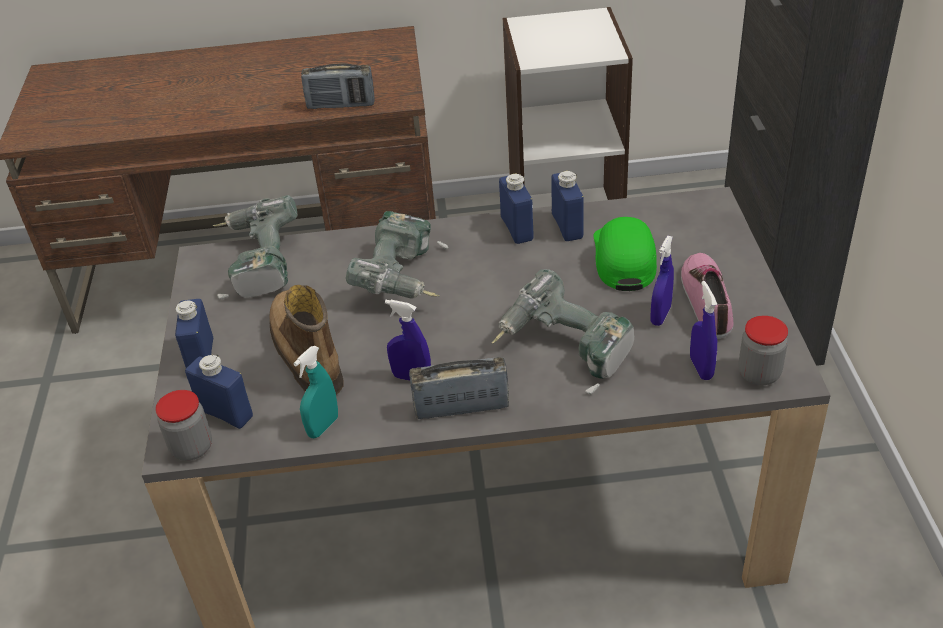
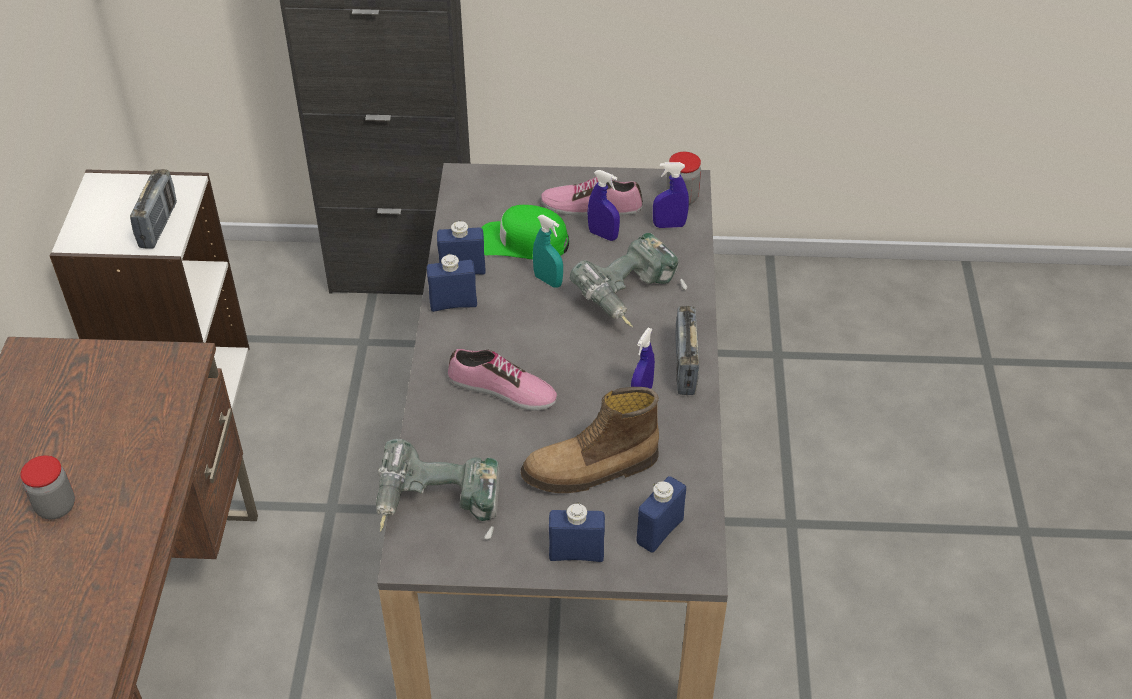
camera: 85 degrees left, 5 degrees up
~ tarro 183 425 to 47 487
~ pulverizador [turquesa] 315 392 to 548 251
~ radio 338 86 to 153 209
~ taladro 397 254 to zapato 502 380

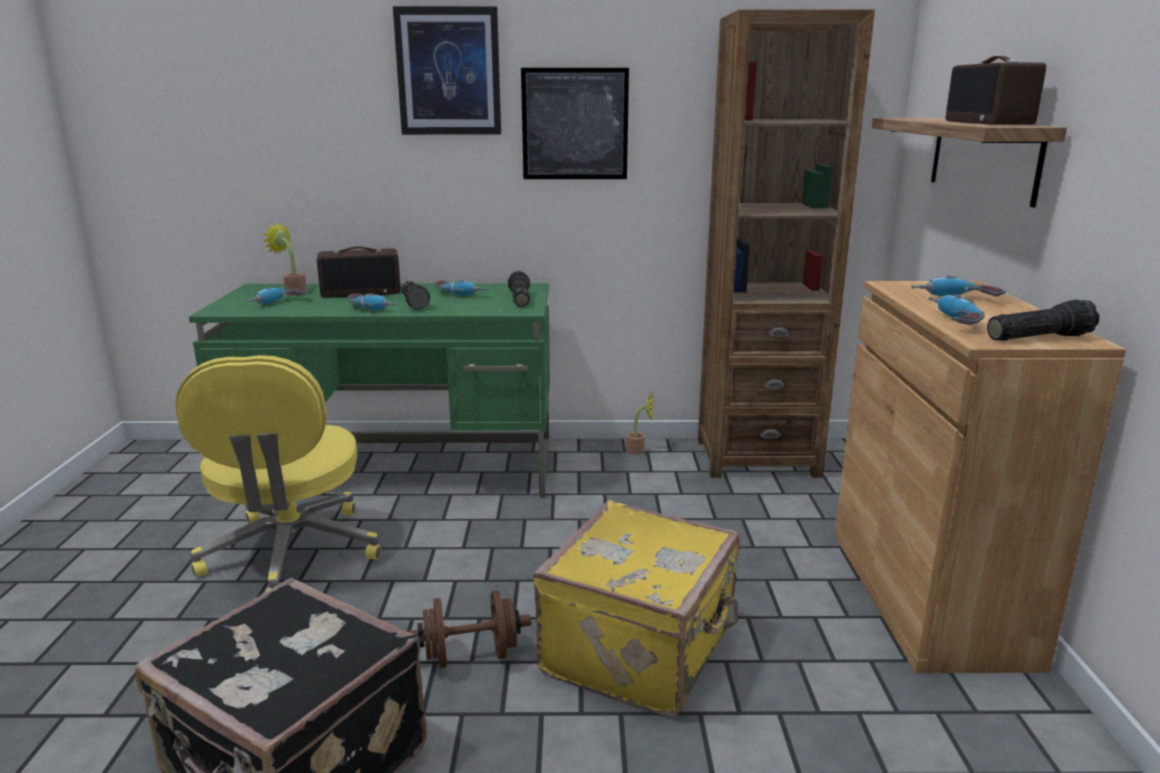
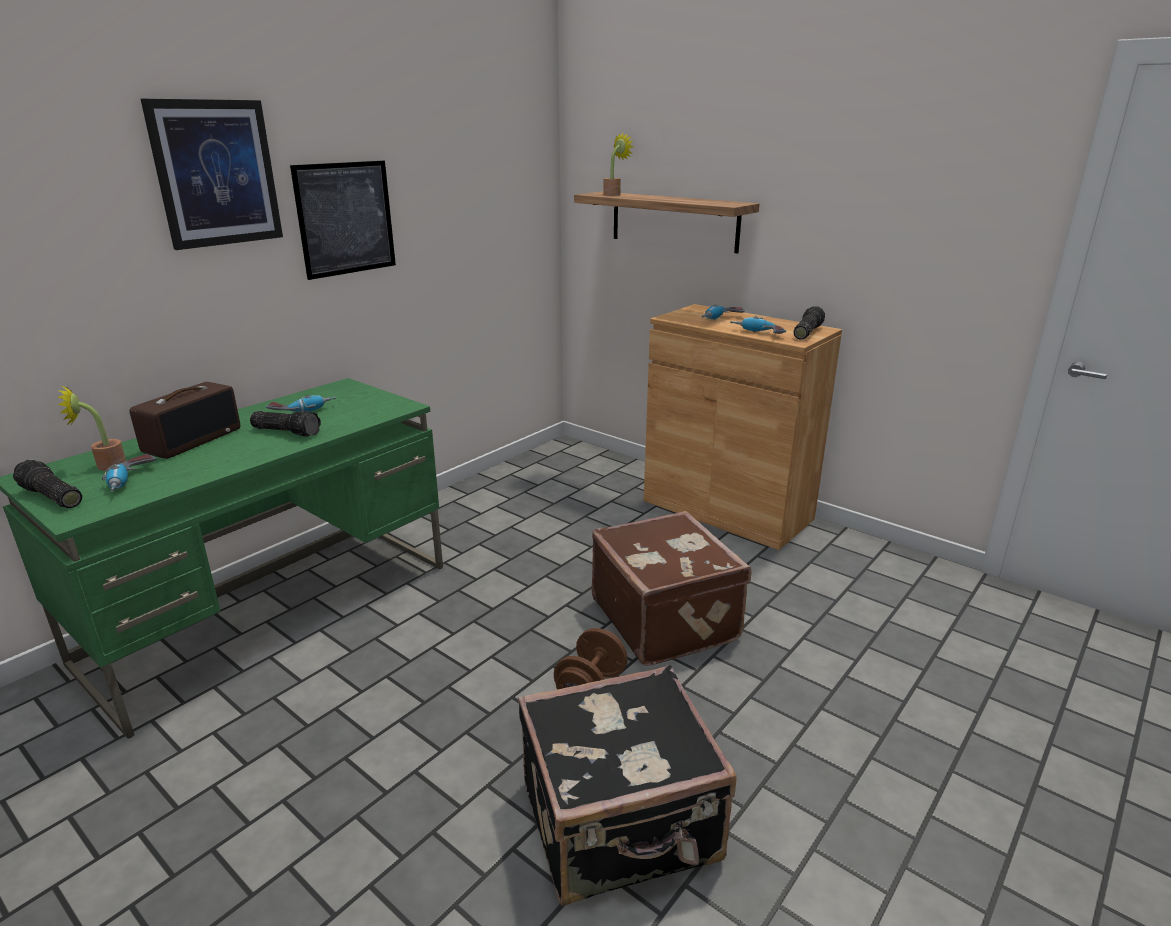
camera: 50 degrees left, 5 degrees up
- silla de oficina [amarillo] 278 473
- taladro 373 302
- estantería [marrón] 786 243
- radio 996 90
~ linterna 519 289 to 47 484
~ planta en maceta 640 424 to 618 164
~ maleta [amarillo] 636 608 to maleta [marrón] 671 588

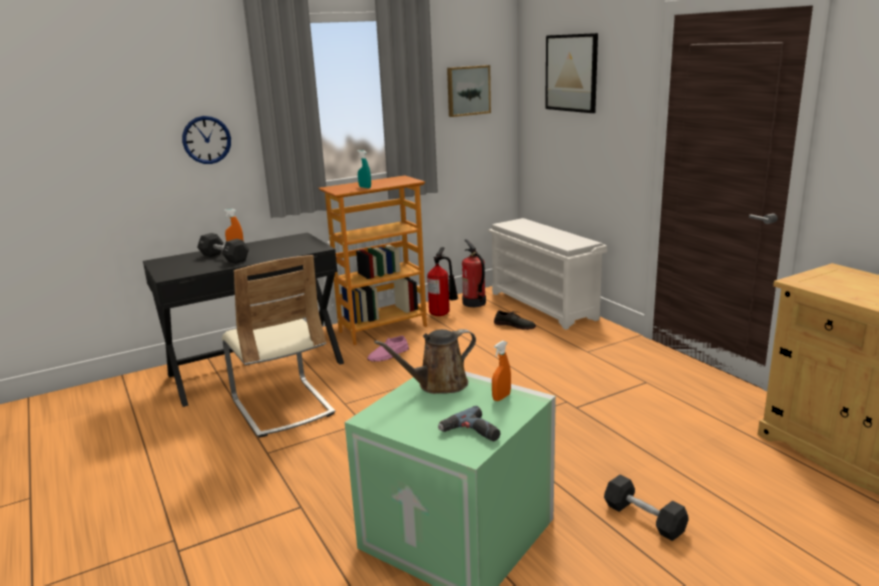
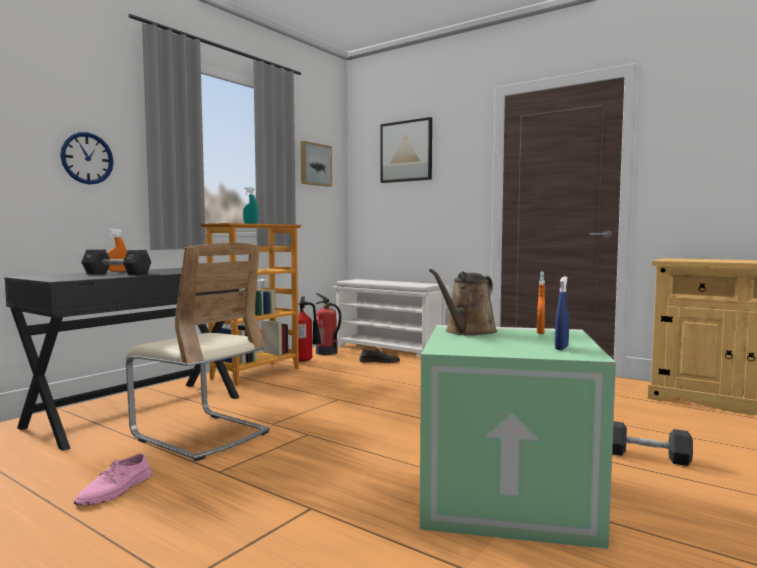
camera: 25 degrees left, 15 degrees down
~ zapato [rosa] 388 349 to 113 480
~ taladro 469 423 to pulverizador [azul] 562 313

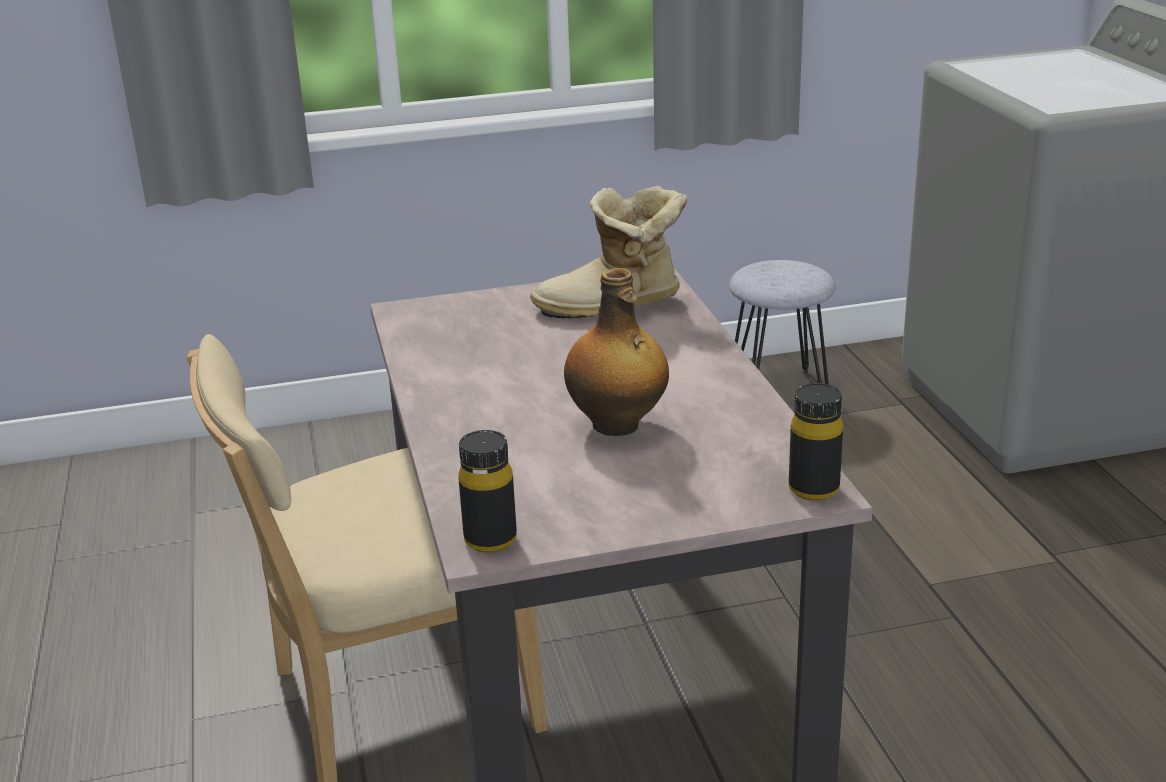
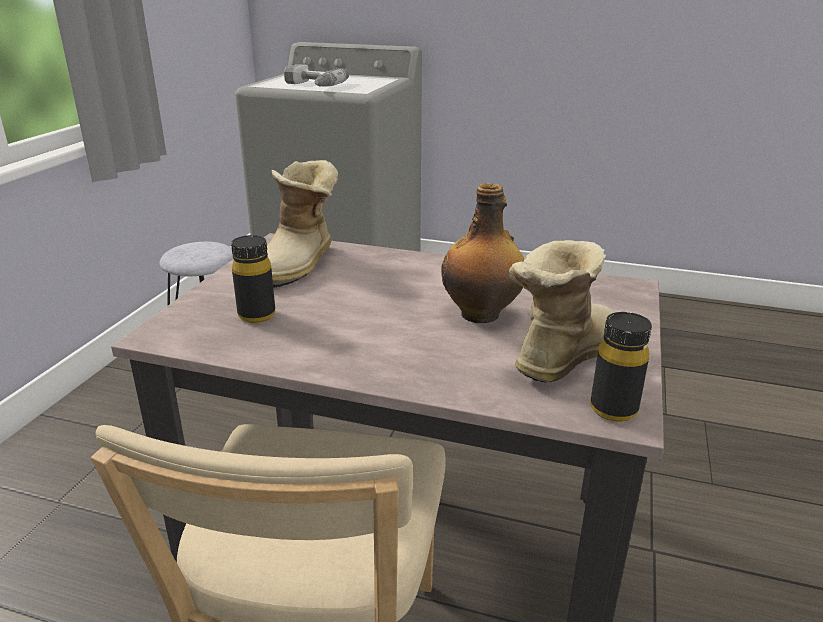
camera: 60 degrees left, 0 degrees up
+ taladro 316 75
+ bota 561 311
~ botella [negro] 816 442 to 253 279

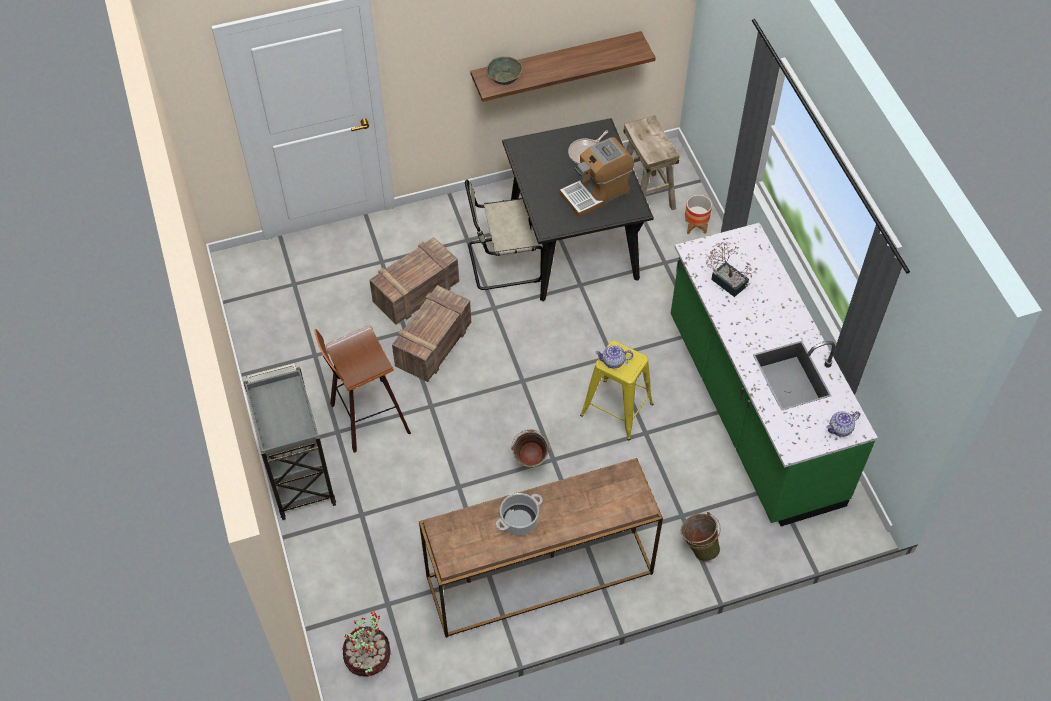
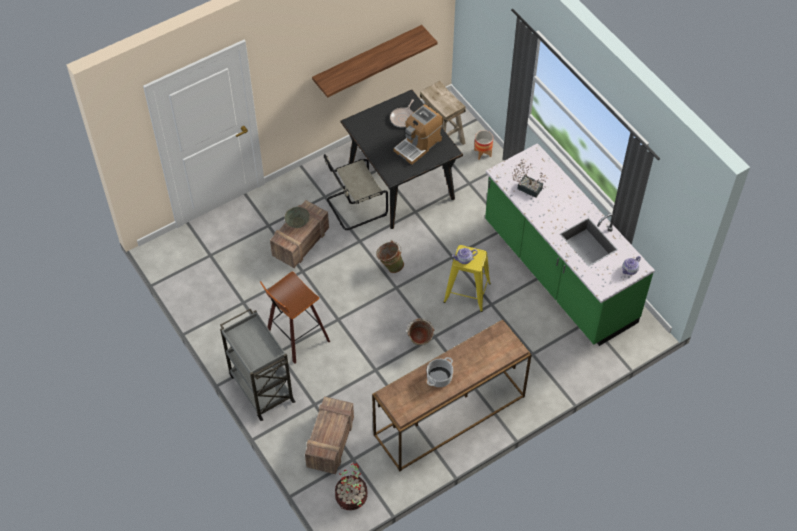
camera: 15 degrees left, 0 degrees up
~ caja de embalaje 431 333 to 329 435
~ cuenco [gris] 504 70 to 297 217
~ cubo [verde] 701 536 to 390 256

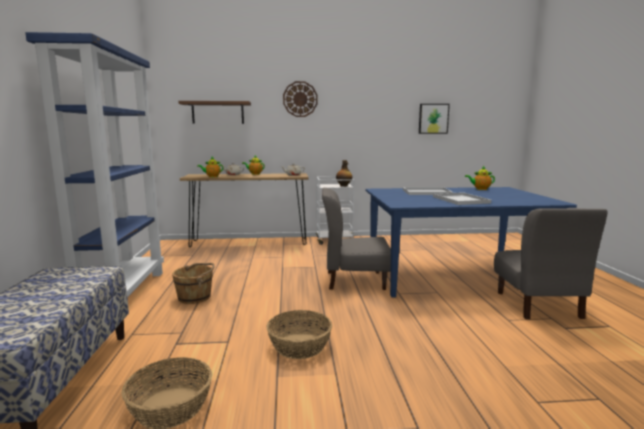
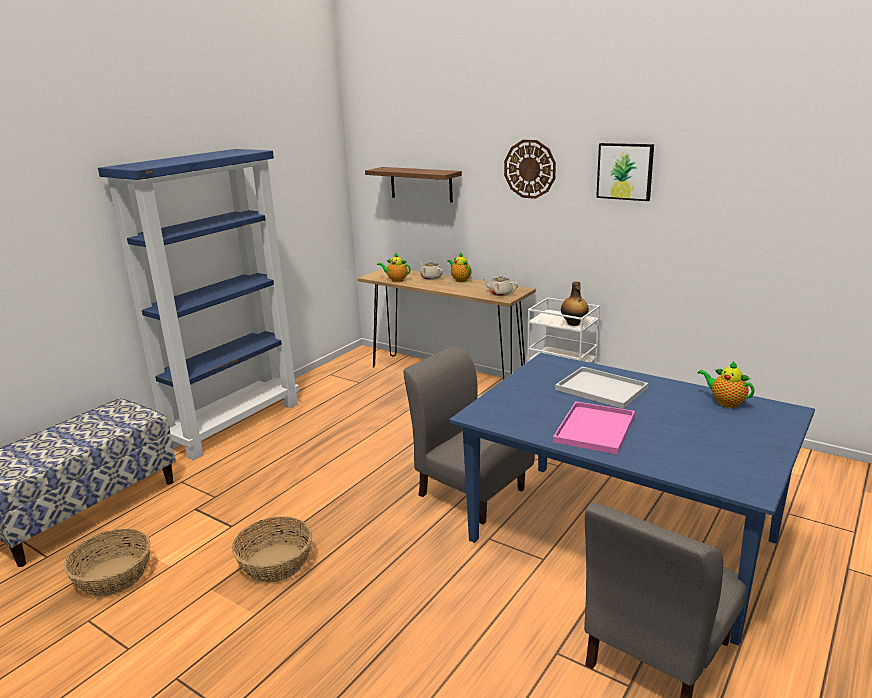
camera: 40 degrees right, 10 degrees up
- cubo [marrón] 193 283
~ cuadro 434 119 to 625 172
~ bandeja [blanco] 462 198 to bandeja [rosa] 594 428

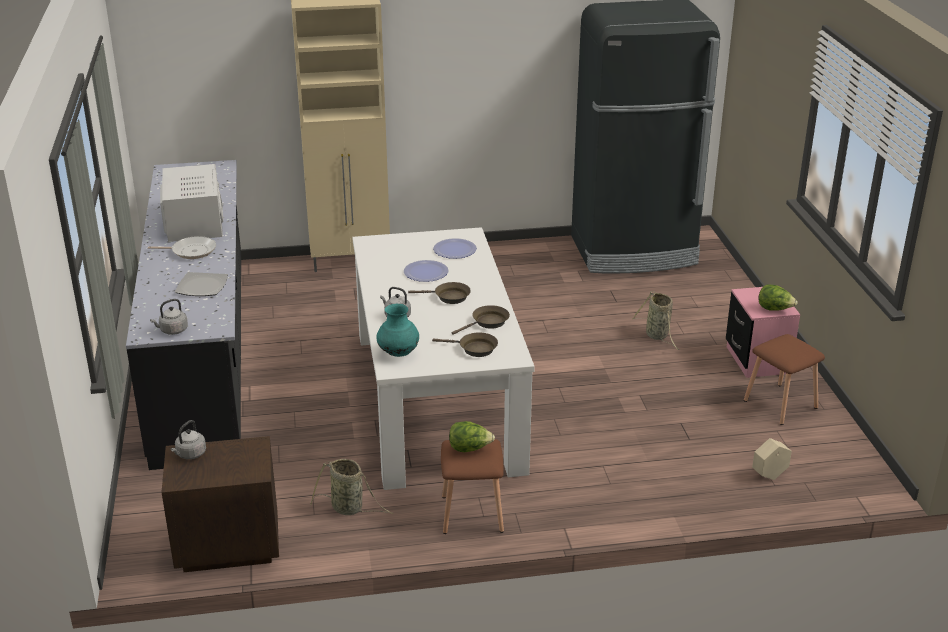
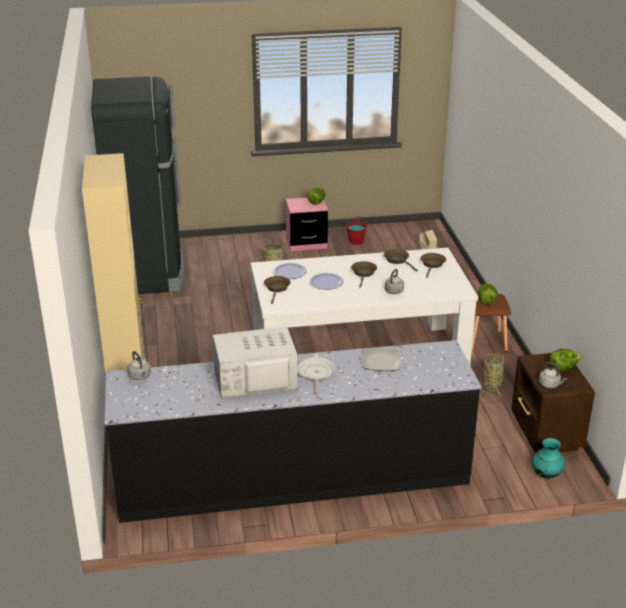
camera: 90 degrees left, 0 degrees up
+ sartén [marrón] 277 290
+ lechuga 565 359
~ hervidor [gris] 169 317 to 139 365
~ florero [turquesa] 397 330 to 548 458
~ taburete [marrón] 784 379 to cubo [rojo] 356 230

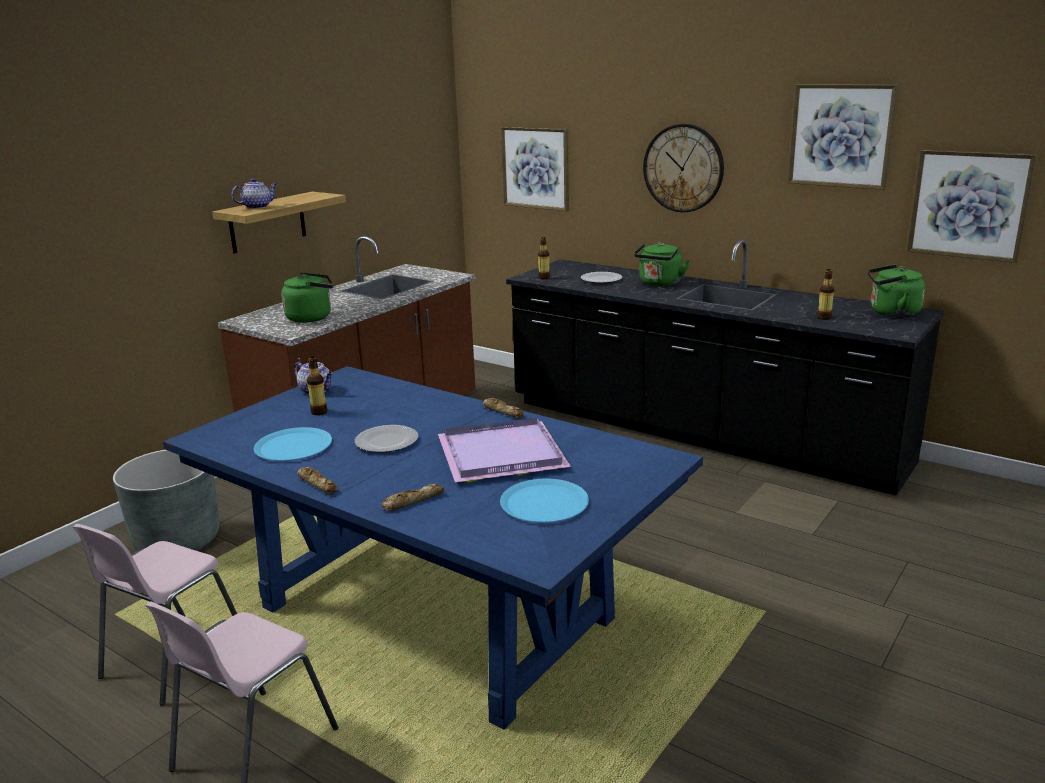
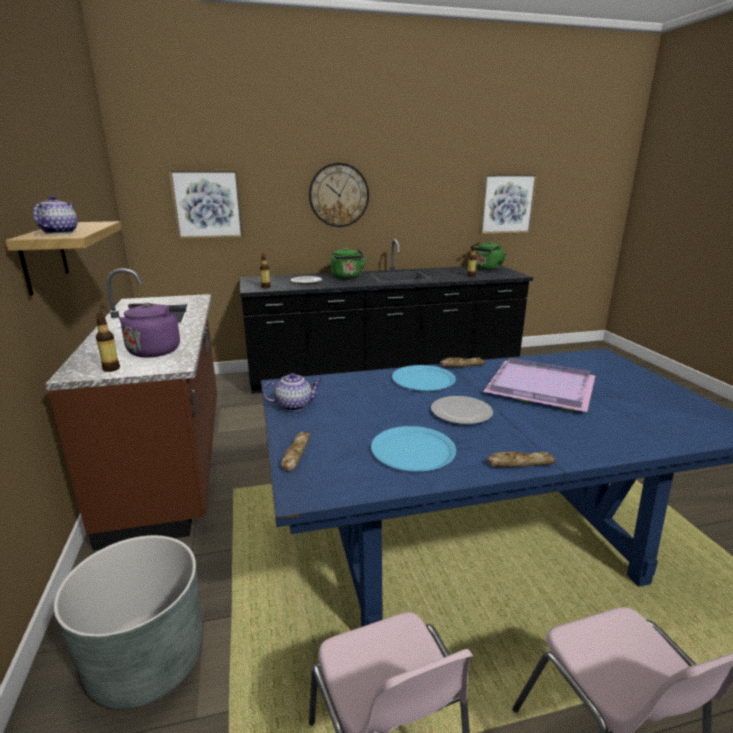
camera: 50 degrees left, 0 degrees up
- cuadro 843 137
~ botella 317 385 to 108 342
~ pan 412 497 to 295 451
~ plato [azul] 544 501 to 424 378
~ hervidor [verde] 307 297 to hervidor [morado] 152 330

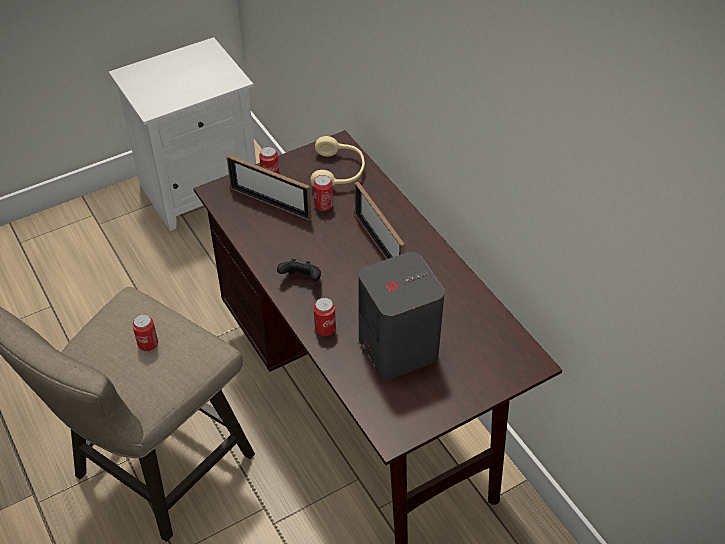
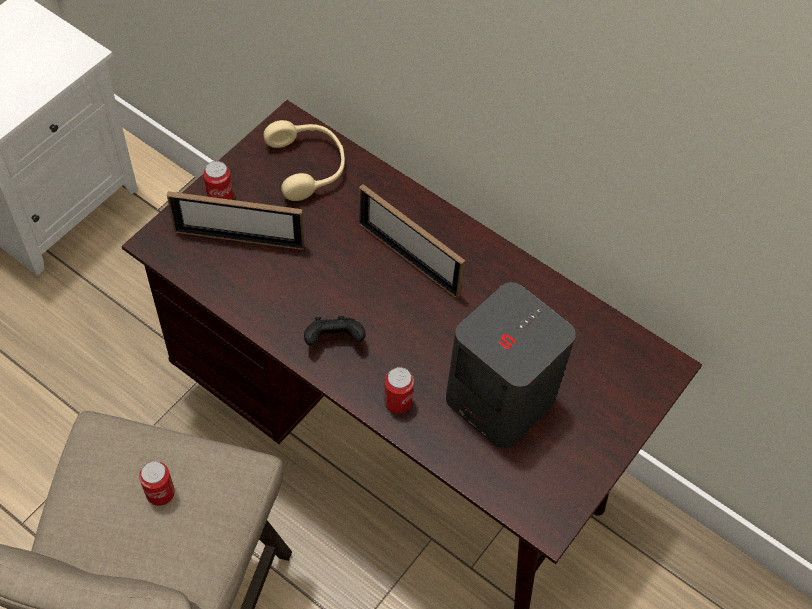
camera: 25 degrees left, 10 degrees up
- lata 323 193

